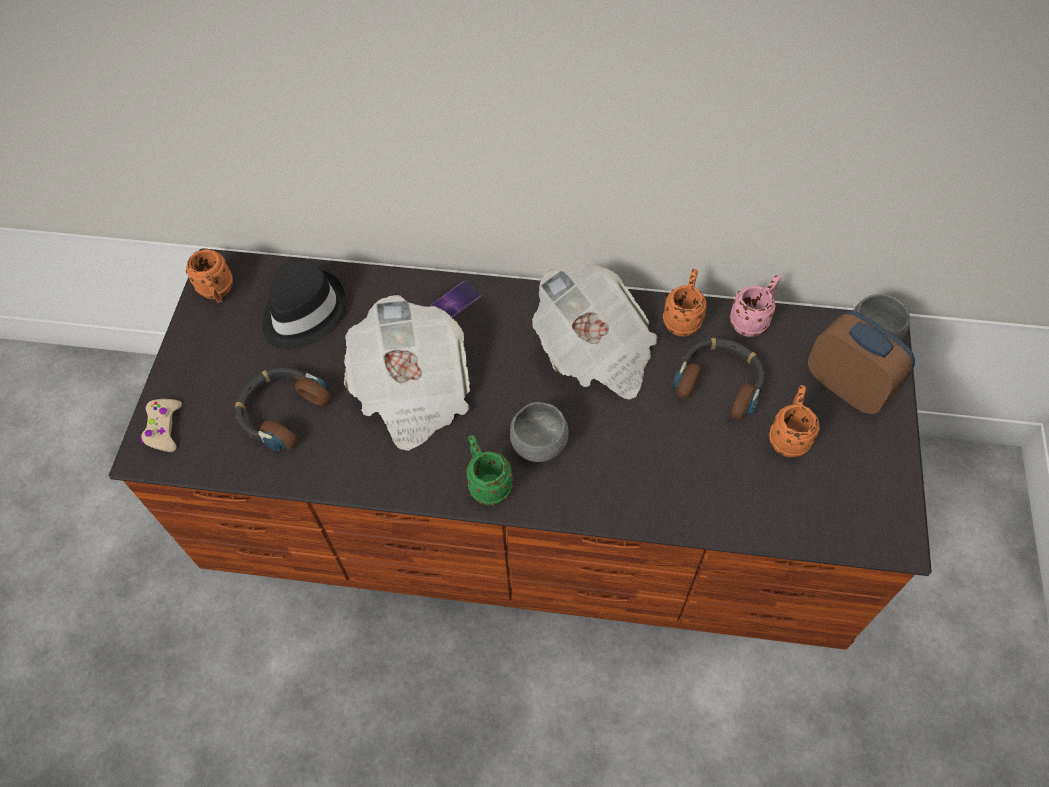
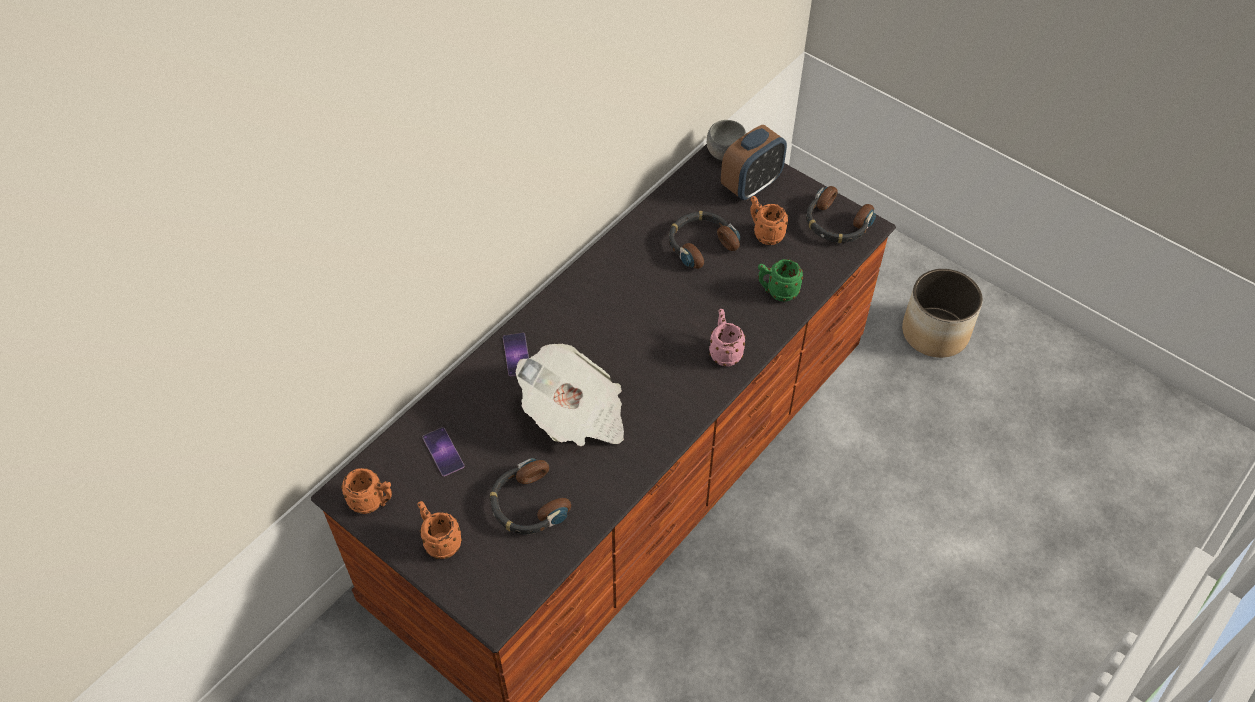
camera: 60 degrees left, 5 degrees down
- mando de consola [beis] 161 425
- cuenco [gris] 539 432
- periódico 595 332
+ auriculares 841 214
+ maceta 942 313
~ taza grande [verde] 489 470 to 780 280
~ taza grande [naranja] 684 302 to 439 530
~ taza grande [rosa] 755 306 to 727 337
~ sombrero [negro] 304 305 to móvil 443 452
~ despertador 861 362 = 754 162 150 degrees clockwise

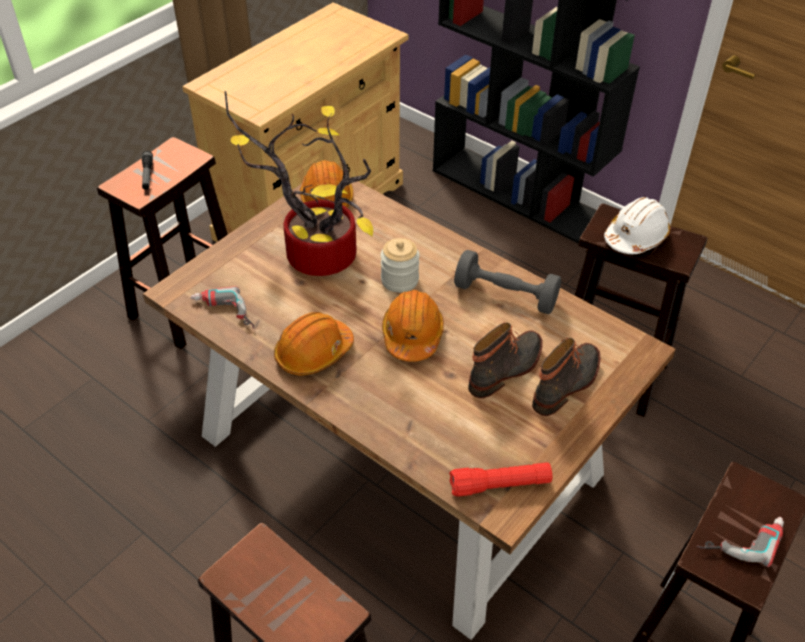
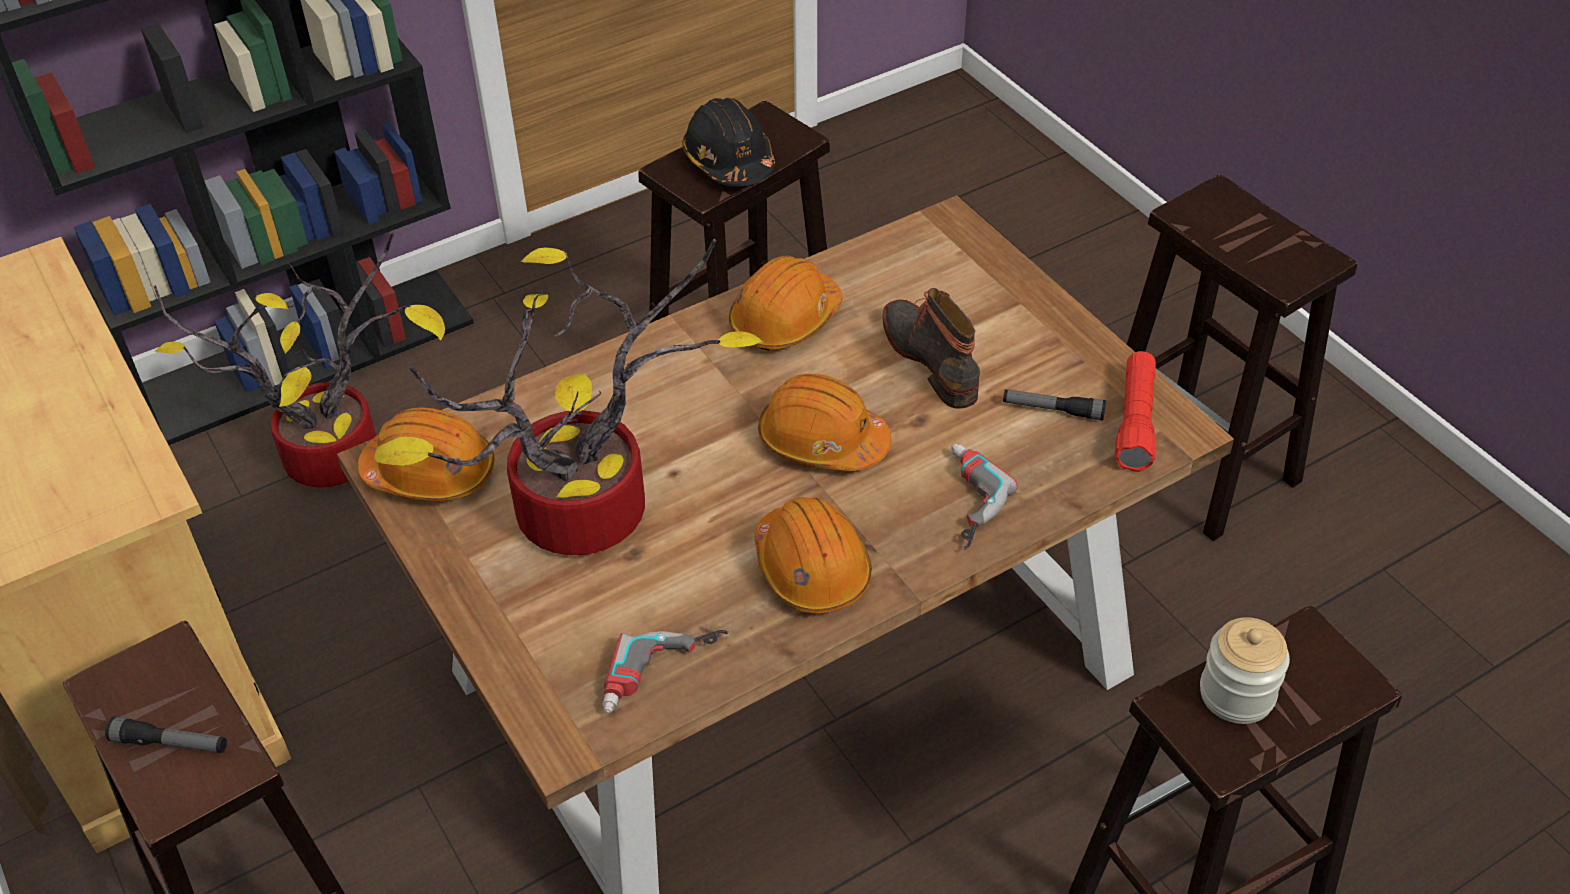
camera: 70 degrees left, 0 degrees up
- bota 566 377
+ planta en maceta 299 360
+ linterna 1054 405
~ tarro 400 265 to 1245 670
~ taladro 740 542 to 984 497
~ mancuerna [gris] 507 282 to casco [naranja] 786 303
~ casco [blanco] 637 225 to casco [negro] 728 142

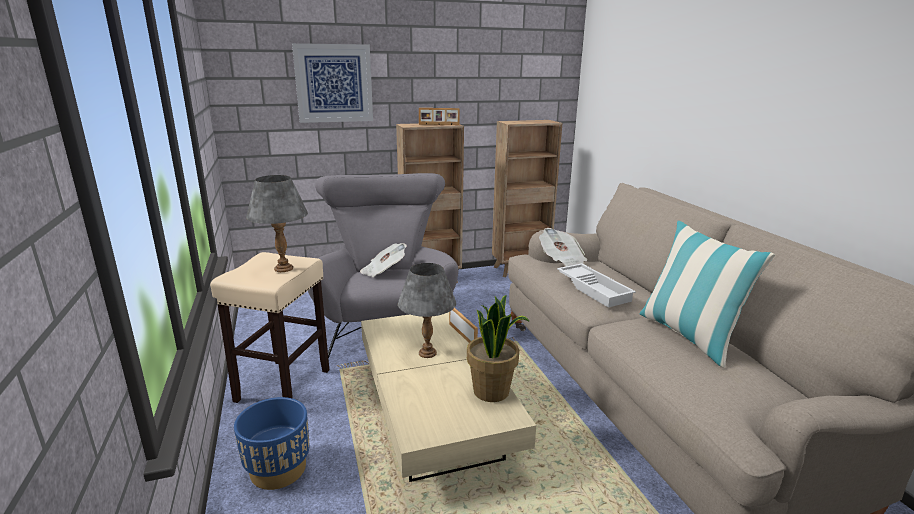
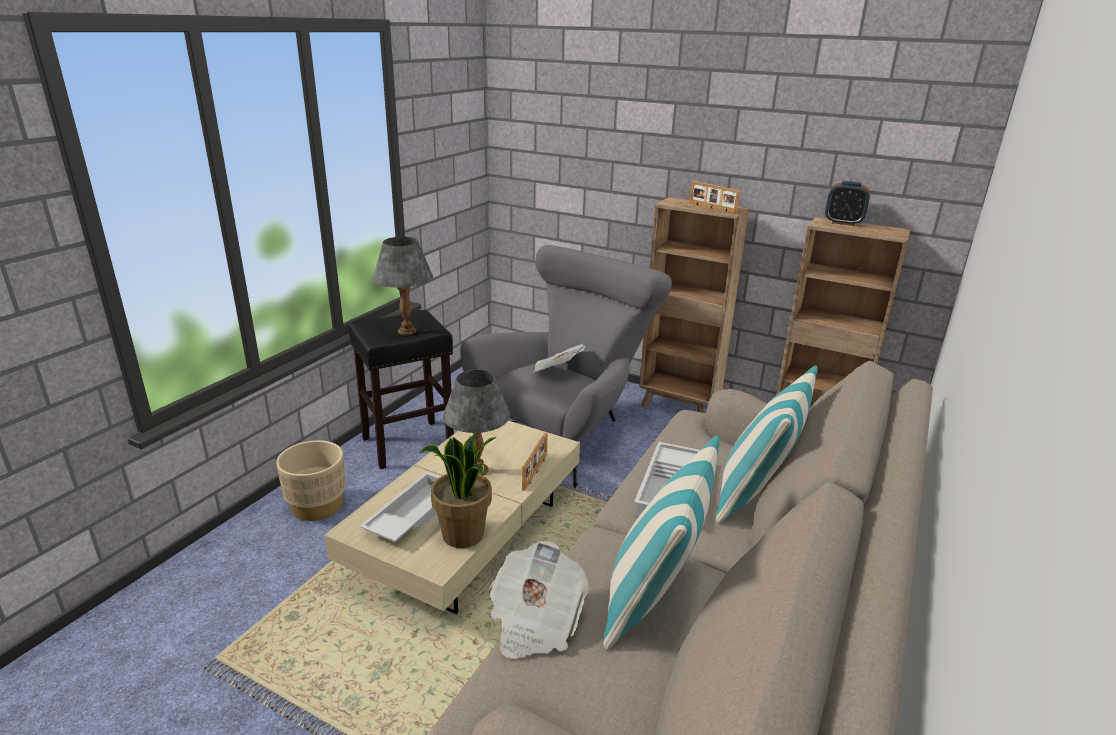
camera: 45 degrees right, 5 degrees up
- cuadro 332 83
+ bandeja [blanco] 400 507
+ cojín 767 444
+ despertador 847 203
~ periódico 563 247 to 539 599
~ taburete [beis] 269 327 to taburete [negro] 401 389
~ maceta [azul] 271 443 to maceta [beis] 311 480

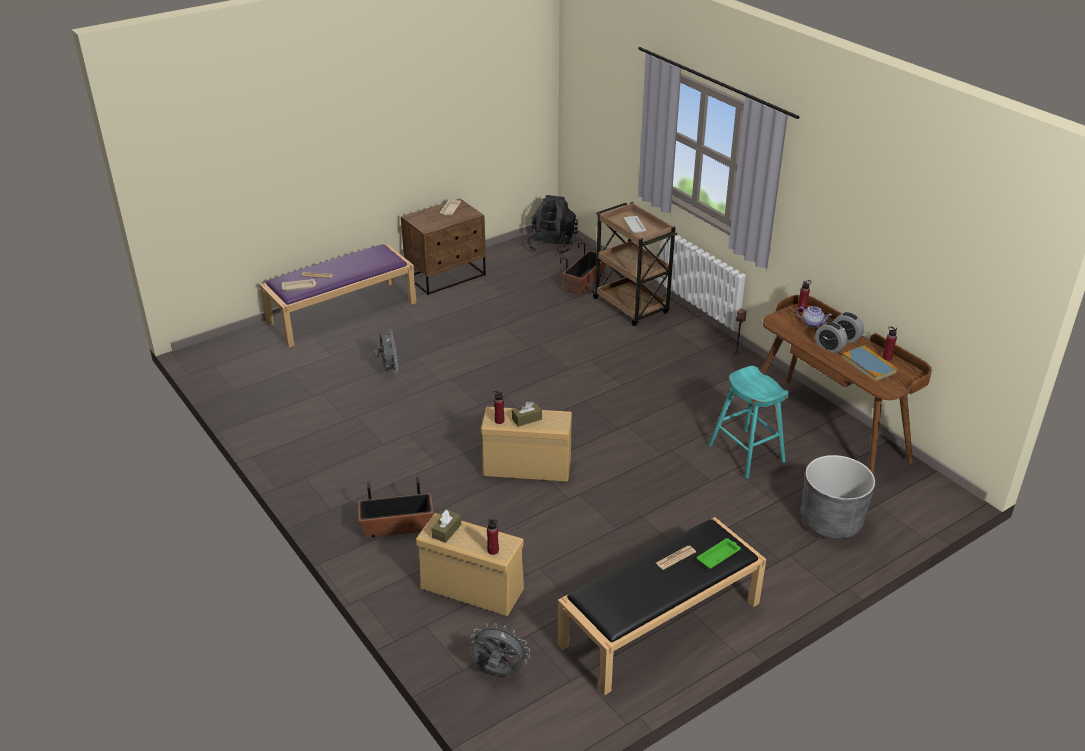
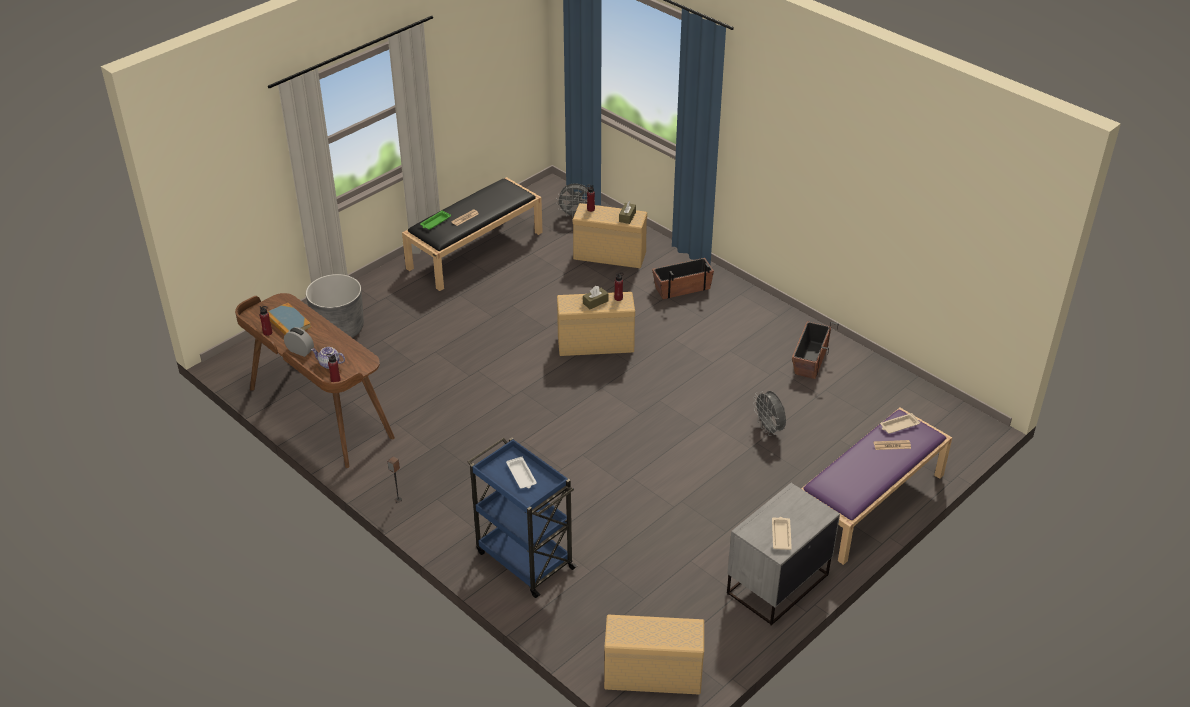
camera: 170 degrees right, 5 degrees up
- taburete [turquesa] 748 422
- despertador 831 337
~ maceta 583 268 to 815 350
~ mochila [negro] 552 224 to caja de almacenaje [beis] 654 655
~ mesita de noche [marrón] 443 247 to mesita de noche [gris] 783 554
~ carrito [marrón] 634 264 to carrito [azul] 523 517

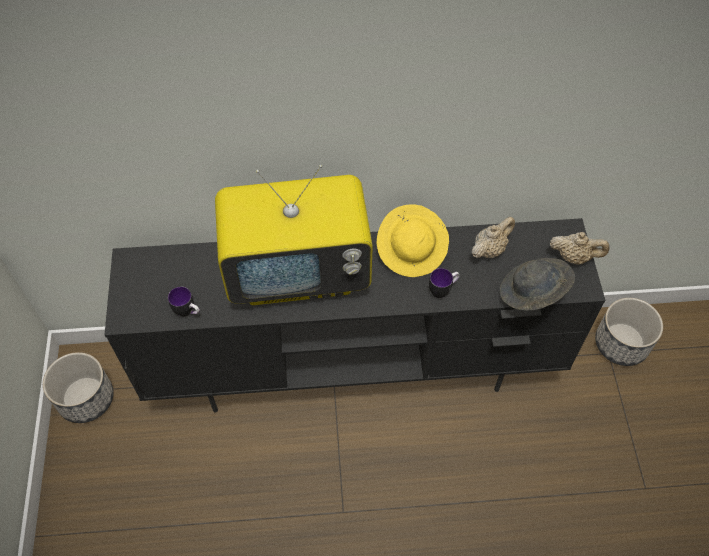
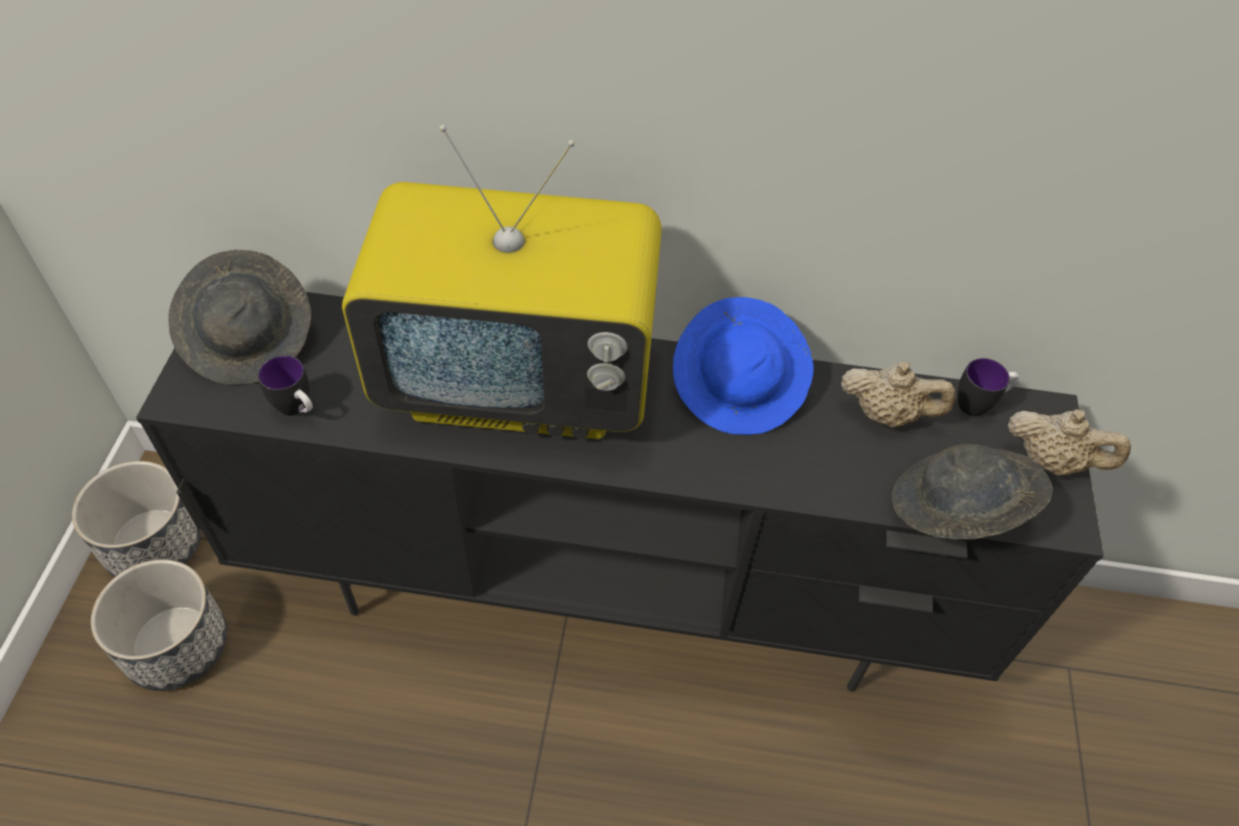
camera: 10 degrees right, 5 degrees down
+ sombrero [gris] 239 317
~ taza grande 444 283 to 988 387
~ maceta 629 332 to 159 625
~ sombrero [amarillo] 413 241 to sombrero [azul] 743 366
~ tetera [beis] 493 237 = 898 394 45 degrees clockwise

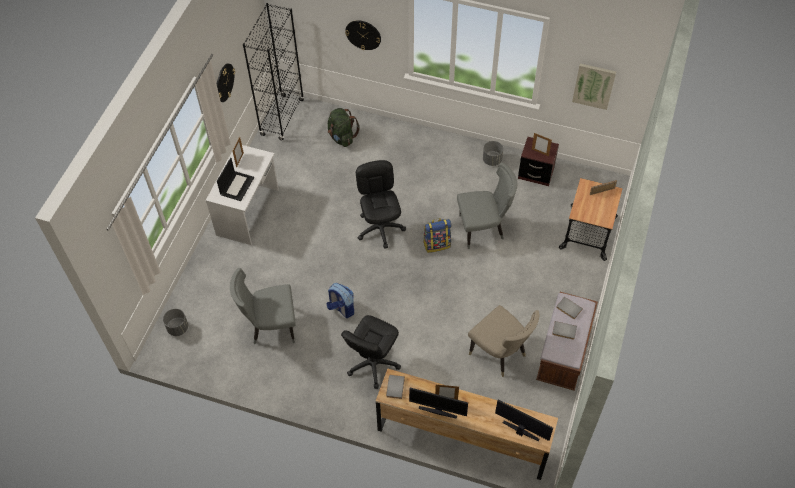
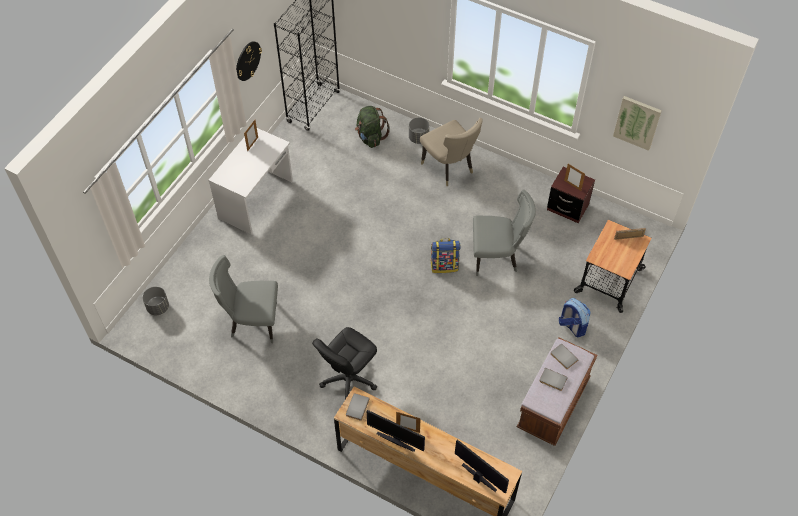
camera: 10 degrees right, 0 degrees up
- portátil 235 179
- reloj de pared 363 35
- silla de oficina [negro] 381 204
~ mochila 340 300 to 575 317
~ silla [beis] 503 341 to 451 152
~ maceta [gris] 493 153 to 419 131

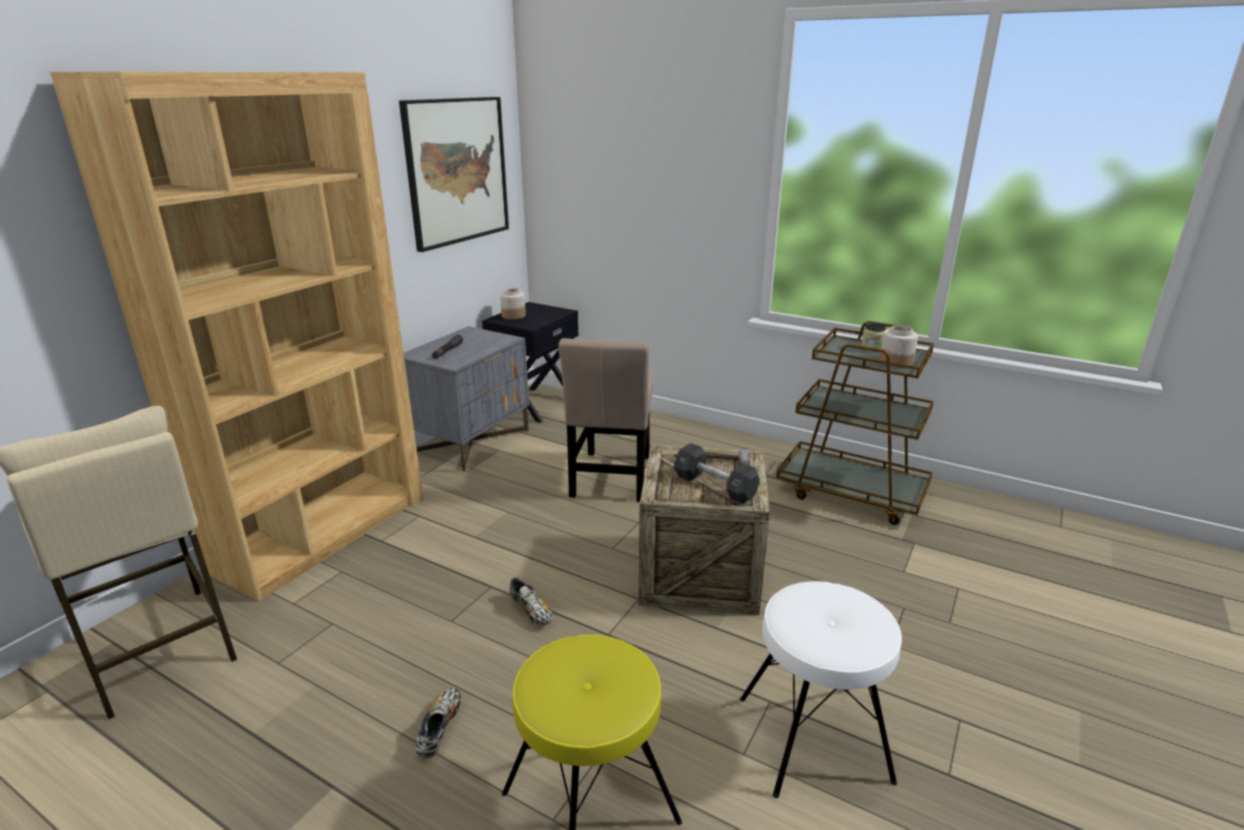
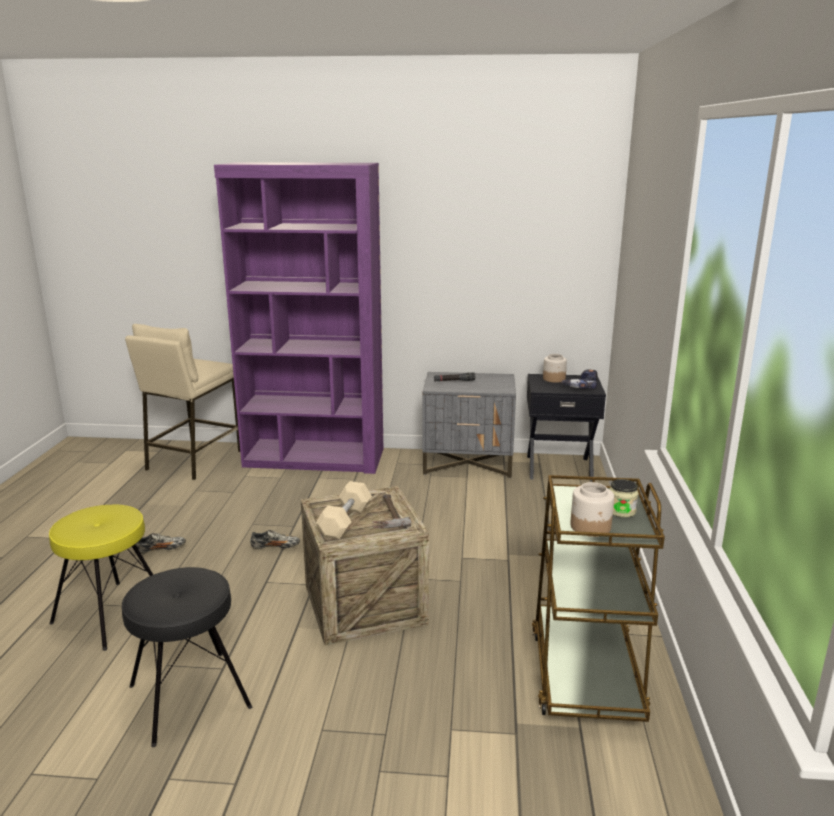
camera: 65 degrees right, 5 degrees down
- cuadro 454 174
- silla [beis] 606 420
+ taladro 579 379
~ estantería [marrón] 236 336 to estantería [morado] 298 318
~ mancuerna [negro] 716 473 to mancuerna [beis] 344 510
~ taburete [blanco] 821 689 to taburete [negro] 187 657
~ zapato 531 601 = 275 539 120 degrees counterclockwise

